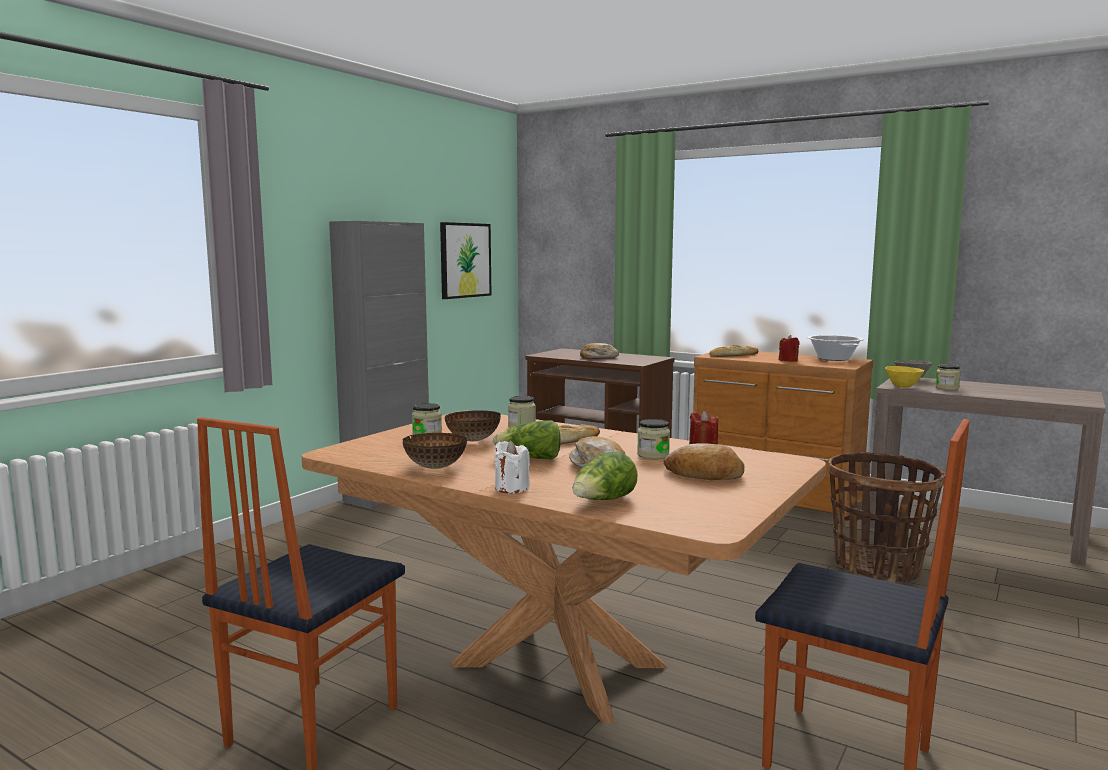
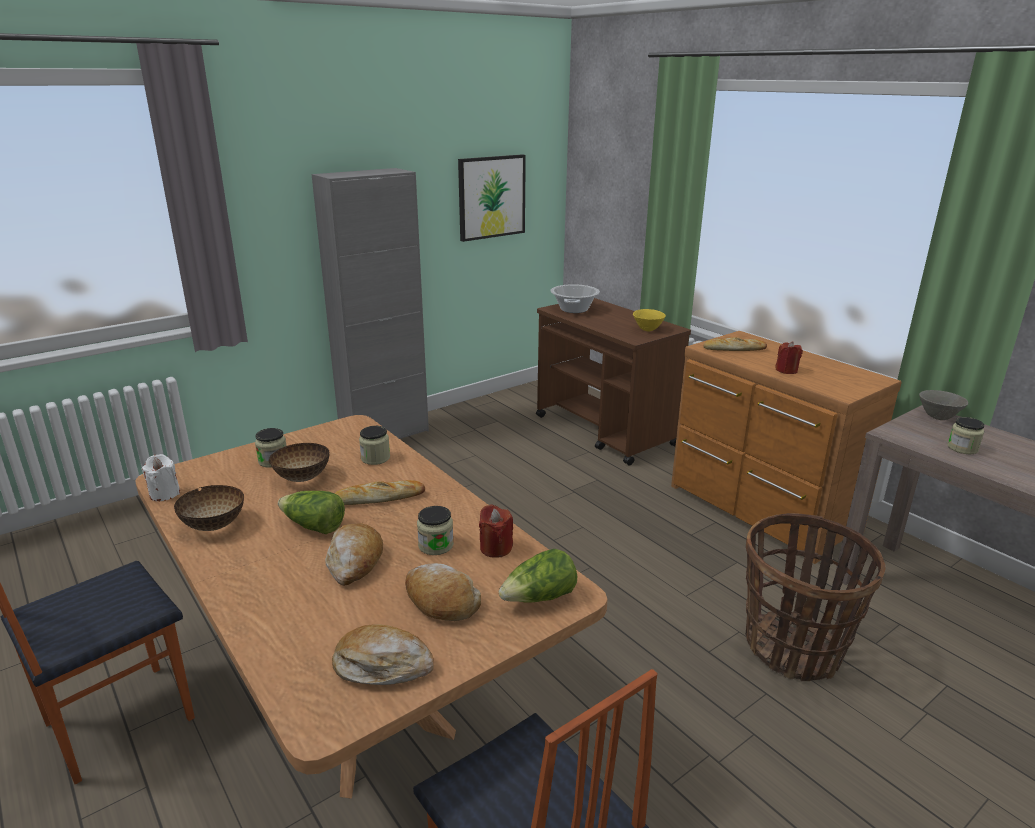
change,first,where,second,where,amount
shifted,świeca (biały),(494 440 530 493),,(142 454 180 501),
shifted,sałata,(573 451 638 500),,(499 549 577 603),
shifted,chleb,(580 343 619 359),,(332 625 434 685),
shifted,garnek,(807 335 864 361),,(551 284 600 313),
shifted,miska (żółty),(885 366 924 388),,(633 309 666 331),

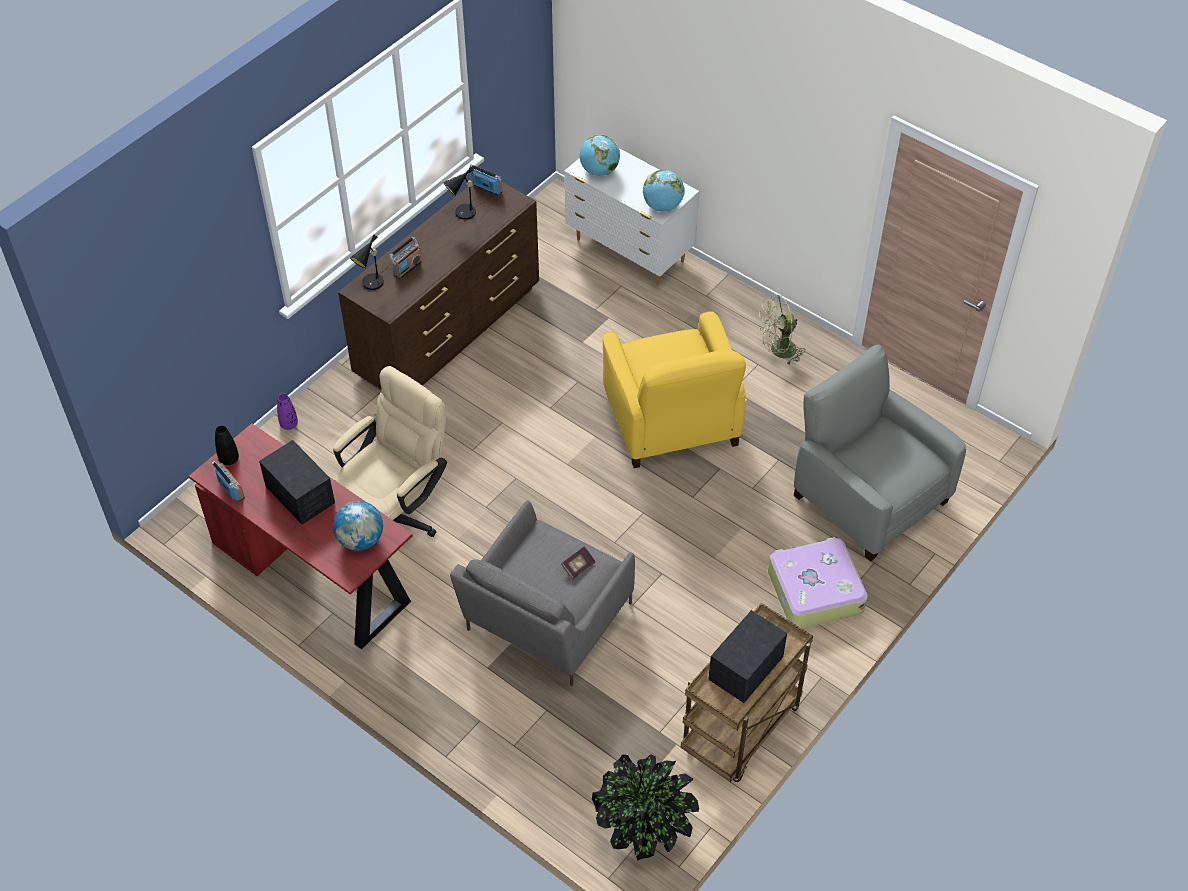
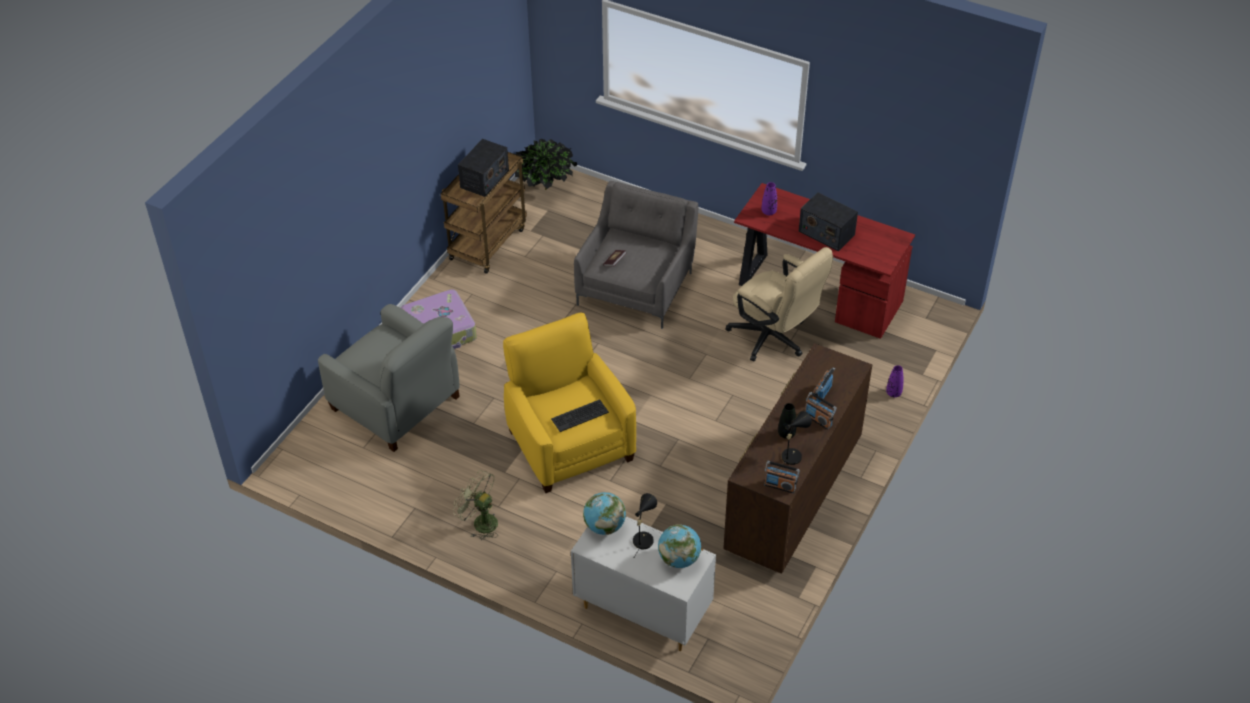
change,first,where,second,where,amount
new,,,klawiatura,(551 399 609 432),
shifted,radio,(212 461 245 502),,(805 392 837 430),
shifted,wazon (czarny),(215 426 239 465),,(778 403 796 439),
shifted,lampa stołowa (czarny),(350 234 387 290),,(633 493 657 557),
swapped,globus,(333 501 383 551),wazon (fioletowy),(762 182 777 215),
rotated,krzesło biurowe (beżowy),(333 366 447 537),,(726 247 833 361),75 degrees counterclockwise
rotated,wentylator (zielony),(759 295 805 366),,(453 470 498 540),120 degrees counterclockwise

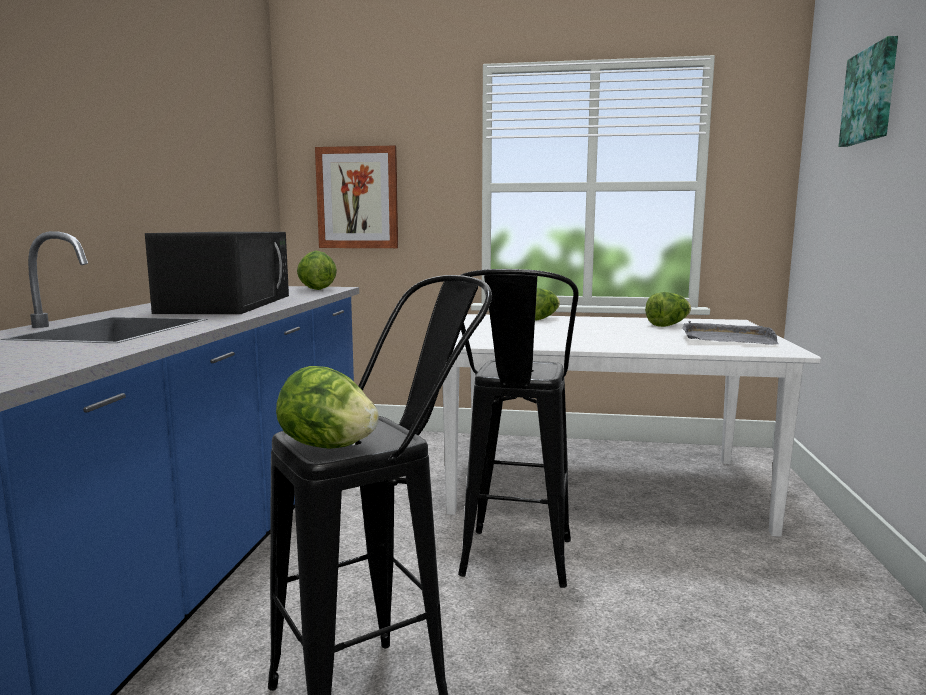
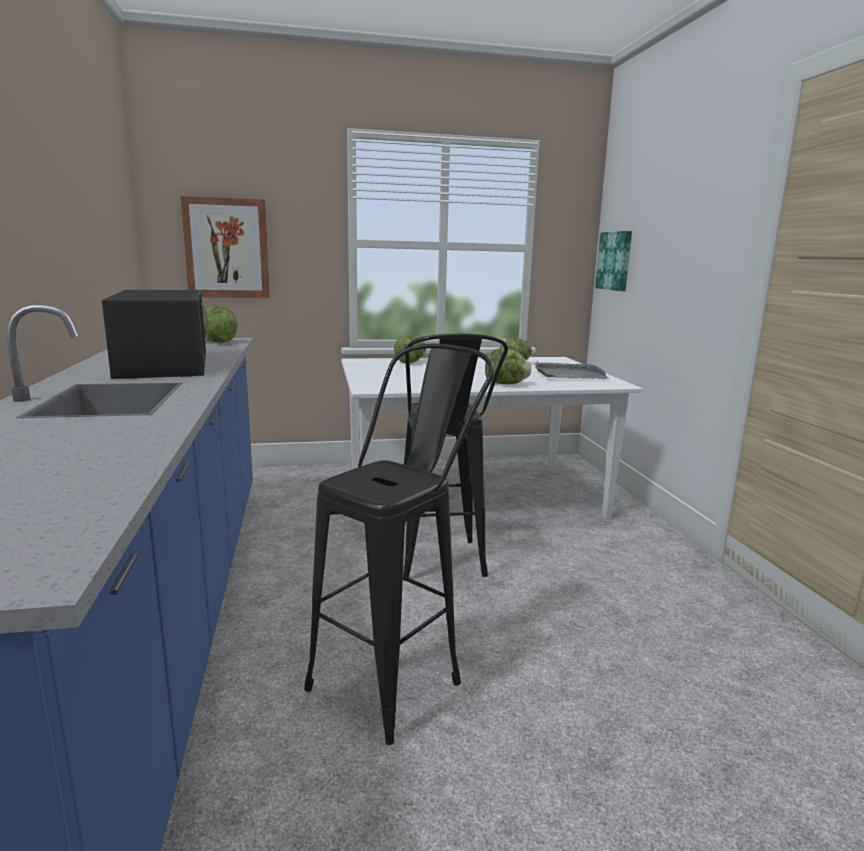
change,first,where,second,where,amount
shifted,sałata,(276 366 379 449),,(485 348 531 384),
shifted,obraz,(838 36 898 147),,(595 231 632 291),

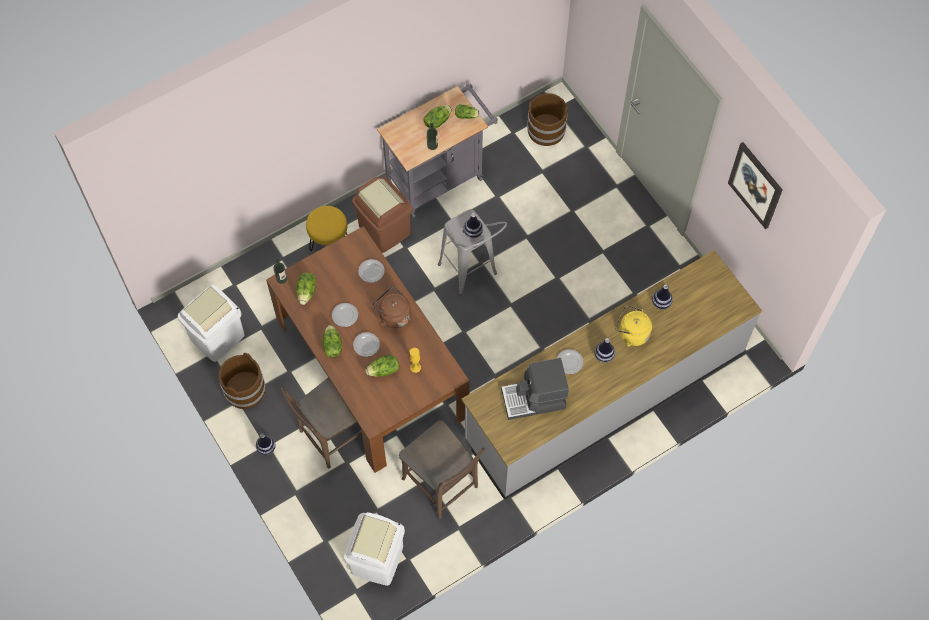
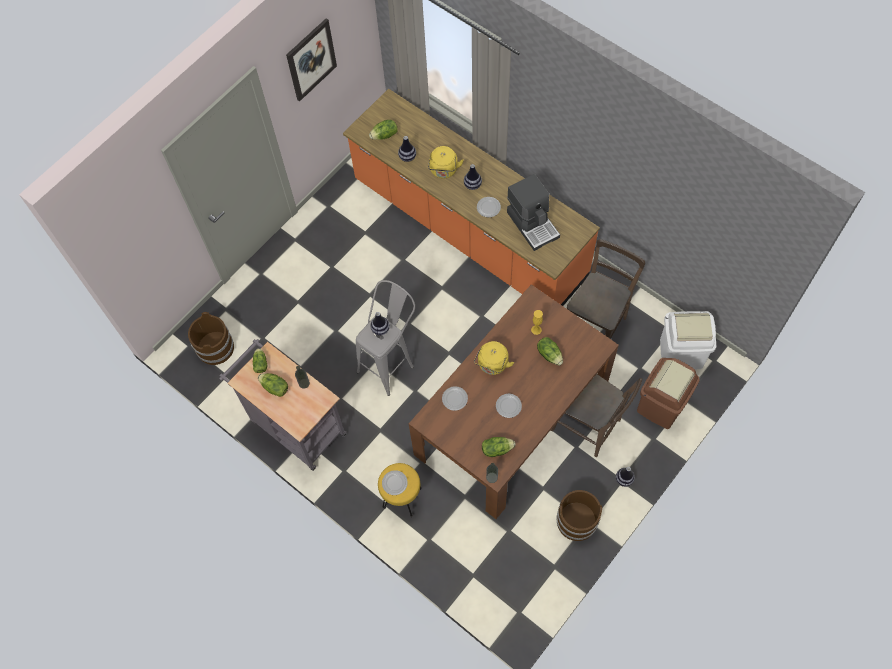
change,first,where,second,where,amount
gone,kosz na śmieci (biały),(178 285 245 362),,,
shifted,sałata,(322 325 342 358),,(369 120 398 140),
shifted,kosz na śmieci (brązowy),(352 177 412 253),,(637 358 700 429),
shifted,talerz,(353 332 380 357),,(382 470 408 495),
repainted,czajnik (brązowy),(373 286 411 328),czajnik (żółty),(474 341 514 375),
repainted,zabudowa kuchenna (szary),(462 250 762 500),zabudowa kuchenna (pomarańczowy),(343 89 600 306),

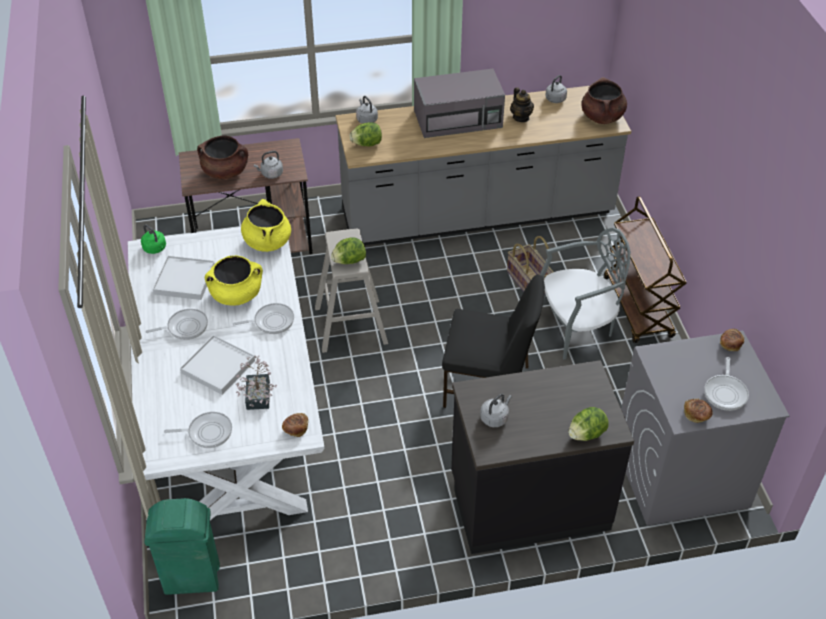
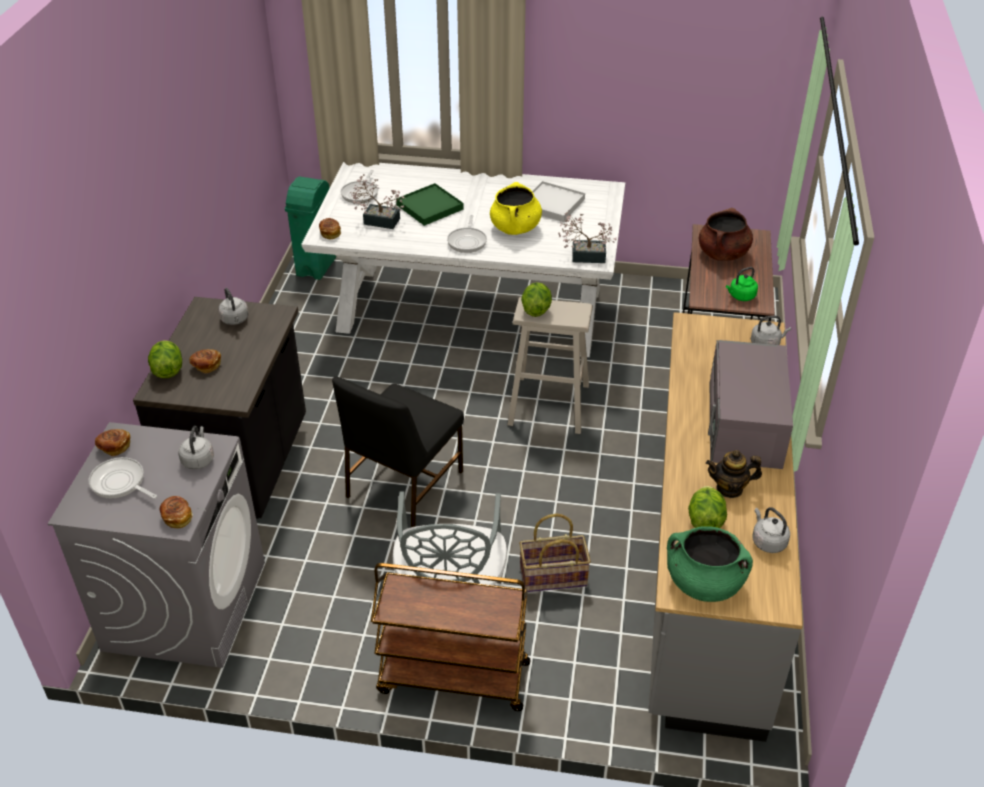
change,first,where,second,where,amount
gone,patelnia,(145 309 208 340),,,
new,,,chleb,(189 349 221 373),
shifted,czajnik (zielony),(141 224 166 254),,(726 267 758 301),
shifted,czajnik (szary),(254 151 283 179),,(178 426 214 469),
shifted,sałata,(349 122 382 147),,(688 486 727 528),
swapped,garnek (żółty),(241 199 291 252),roślina doniczkowa,(558 210 617 263),
repainted,taca (biały),(180 335 255 395),taca (zielony),(396 183 464 226),
repainted,garnek (brązowy),(581 77 627 124),garnek (zielony),(667 526 753 602),

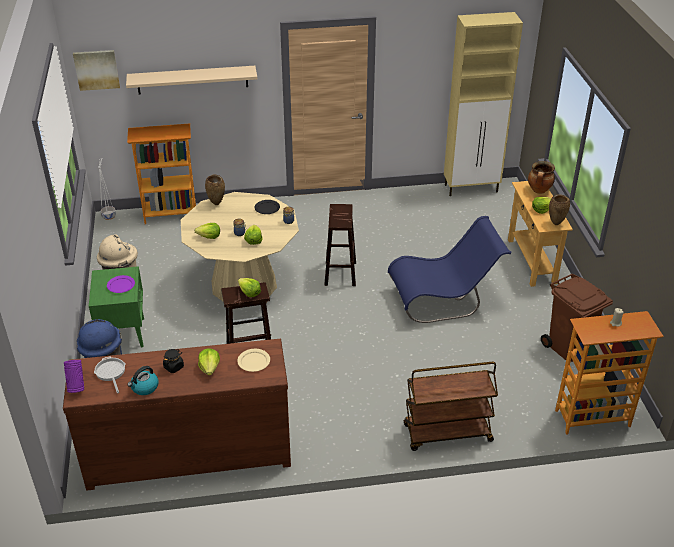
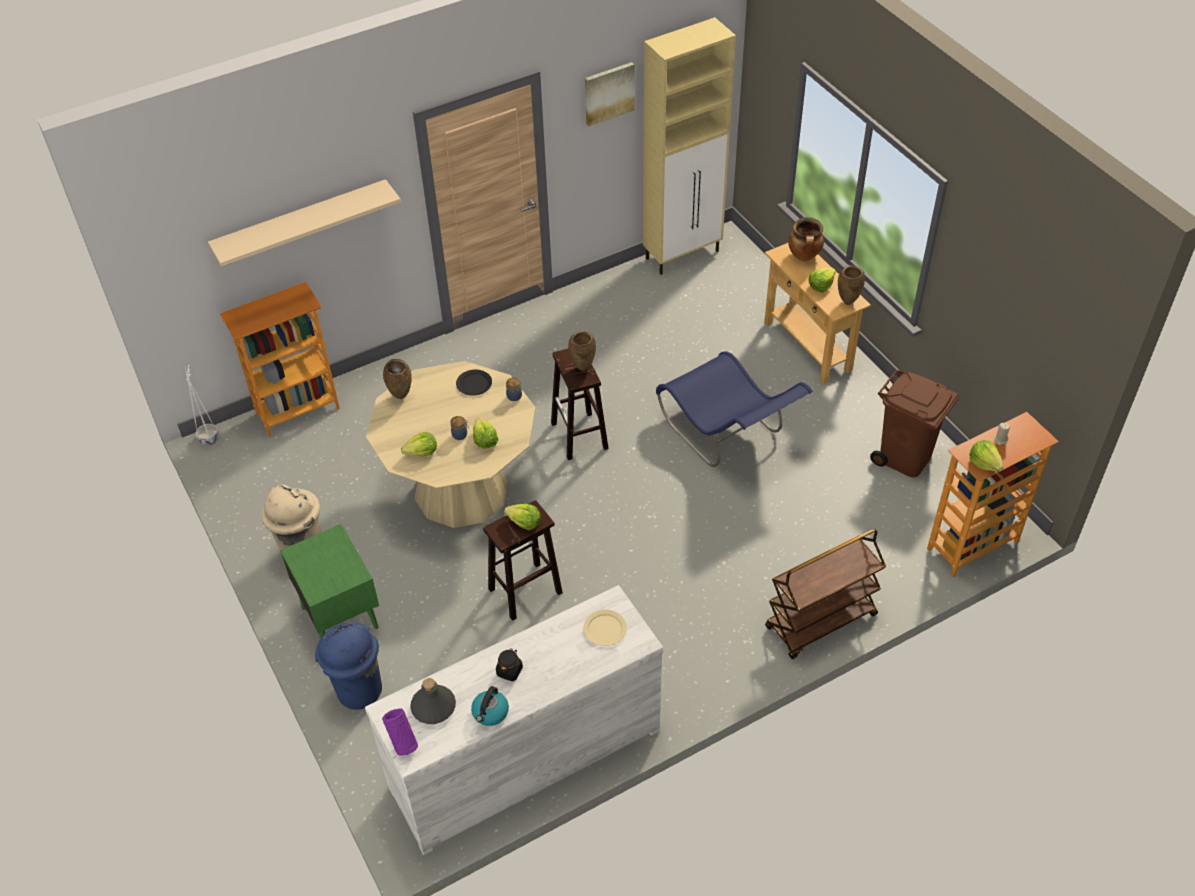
change,first,where,second,where,amount
gone,talerz (fioletowy),(107 275 135 293),,,
new,,,wazon (brązowy),(568 331 596 371),
shifted,obraz,(73 50 120 91),,(585 62 635 127),
shifted,sałata,(198 348 220 376),,(969 440 1003 472),
swapped,patelnia,(94 356 126 393),butelka (szary),(410 678 456 724),
repainted,komoda (brązowy),(63 339 291 491),komoda (biały),(365 585 664 855),
rotated,krzesło (niebieski),(388 216 511 323),,(656 351 813 467),90 degrees clockwise

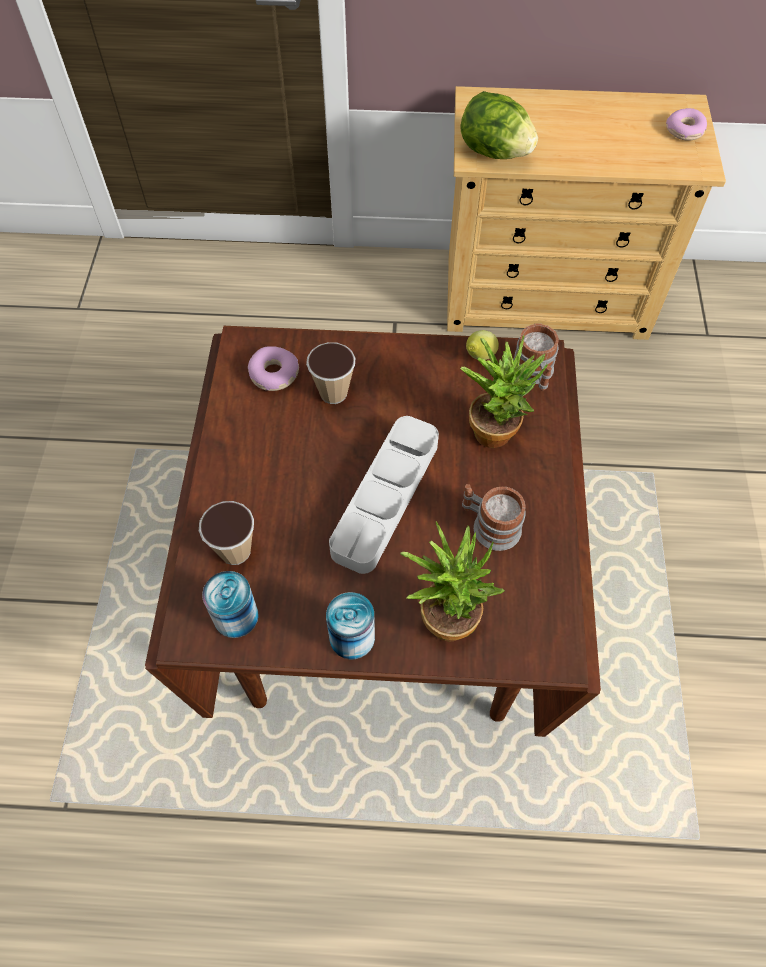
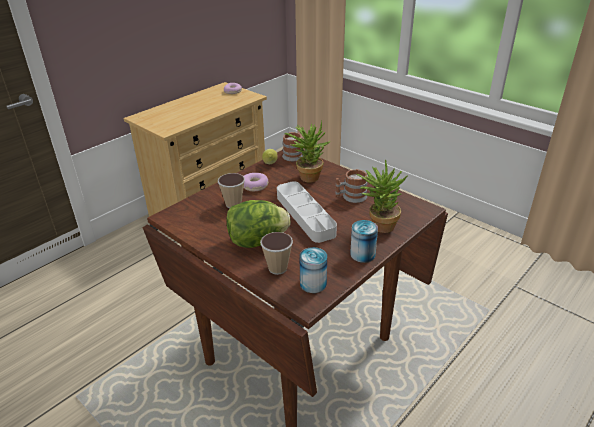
change,first,where,second,where,amount
shifted,donut,(248 346 299 391),,(244 173 269 191),
shifted,sałata,(461 91 538 159),,(226 200 291 248),

